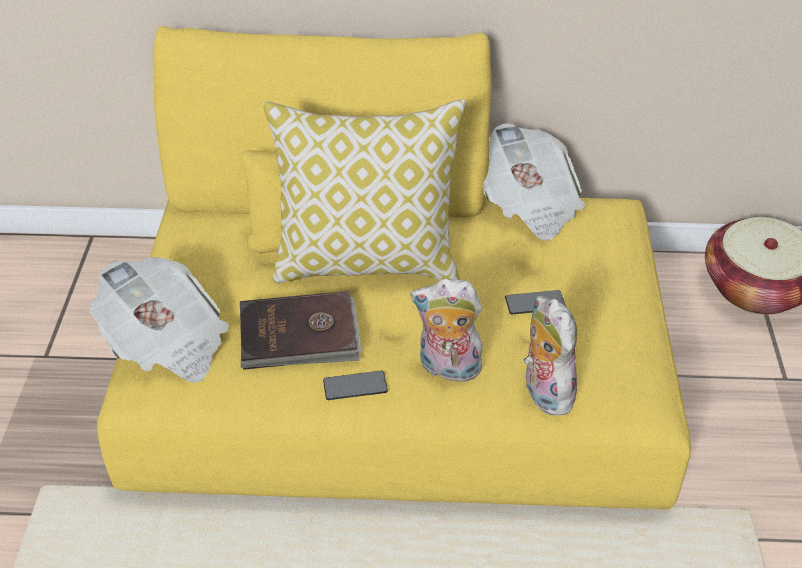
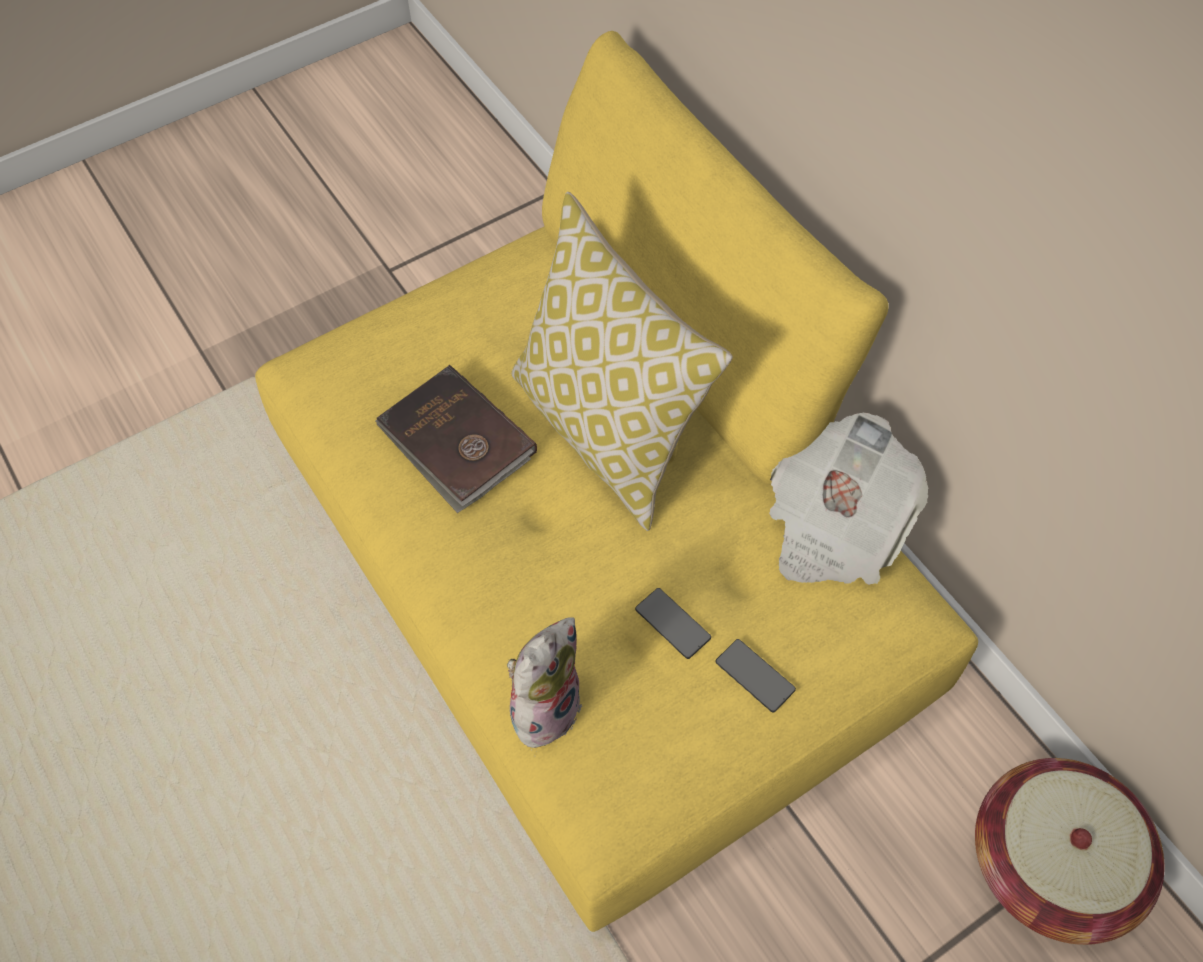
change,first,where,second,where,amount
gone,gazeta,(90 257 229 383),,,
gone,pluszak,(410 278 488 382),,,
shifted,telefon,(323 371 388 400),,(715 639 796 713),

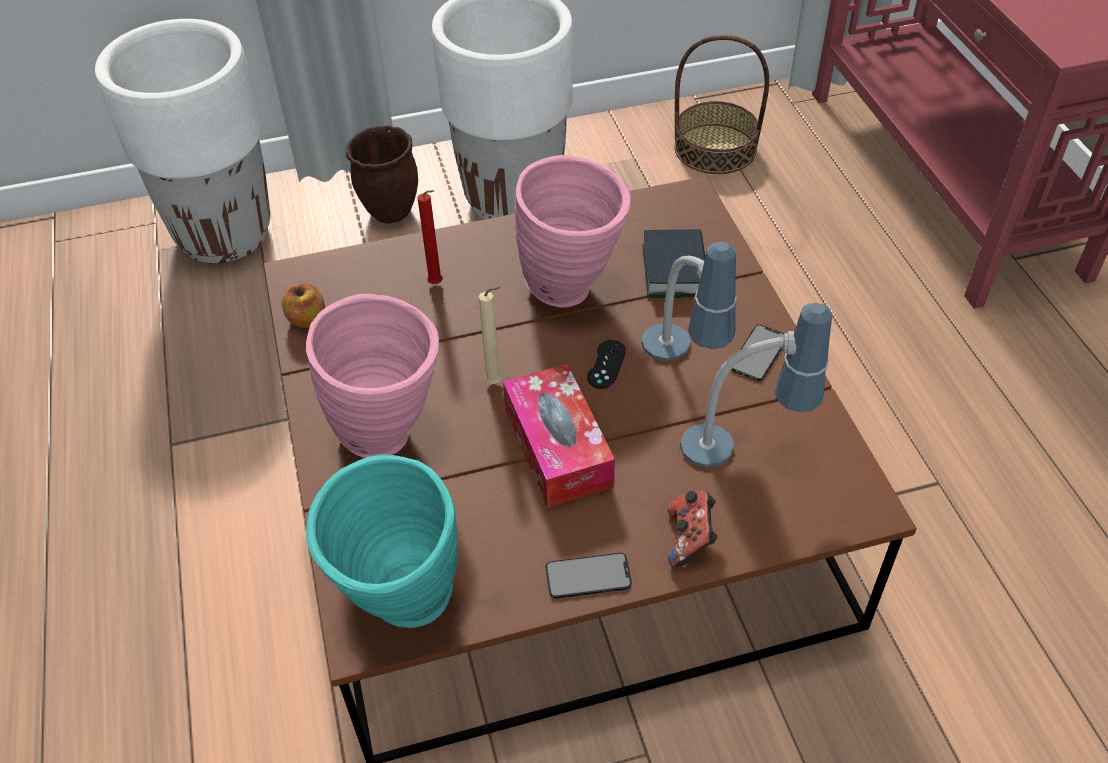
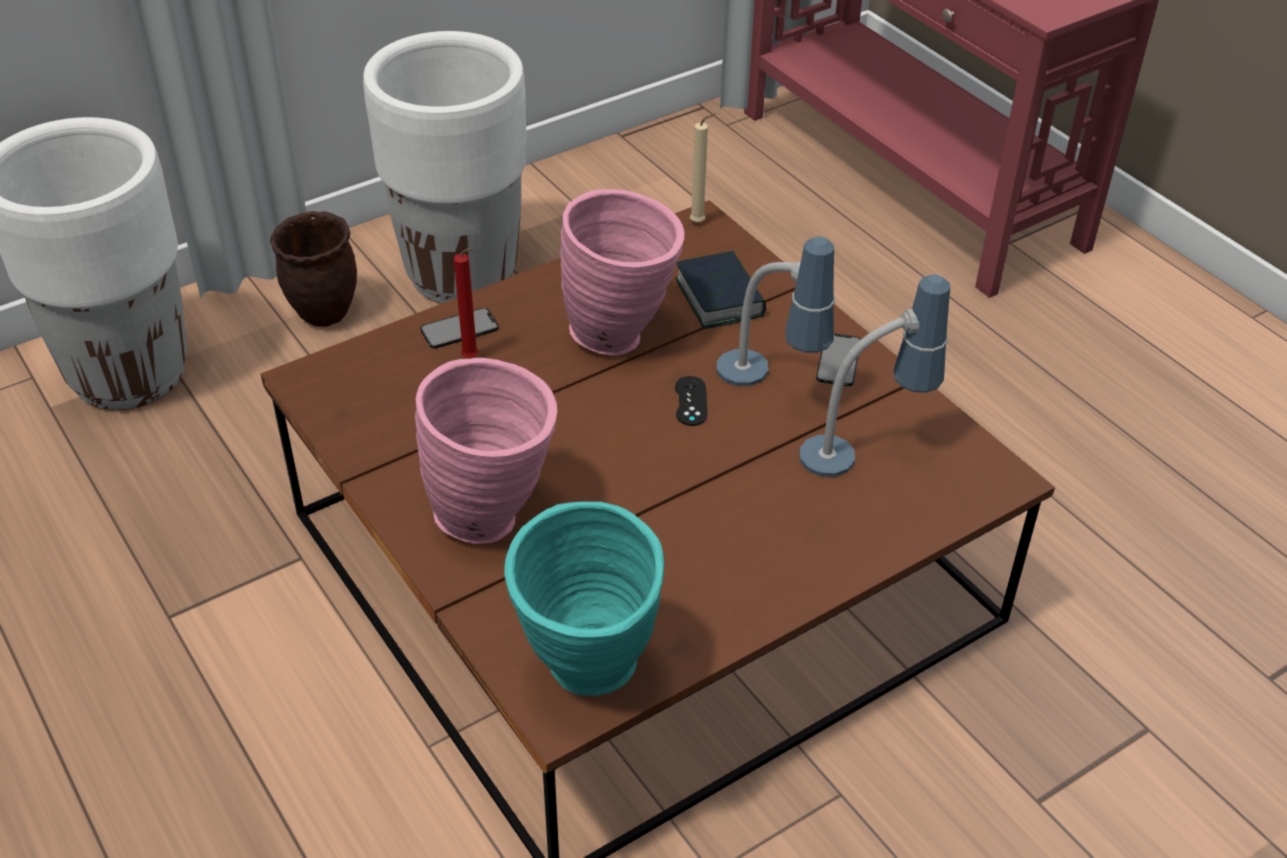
change,first,where,second,where,amount
gone,jabłko,(282 283 325 328),,,
gone,pudełko chusteczek,(503 364 615 508),,,
gone,pad do gier,(668 491 717 567),,,
gone,koszyk,(674 35 769 174),,,
shifted,świeca (beżowy),(479 287 502 384),,(690 113 716 223),
shifted,telefon,(546 553 632 598),,(420 308 499 349),

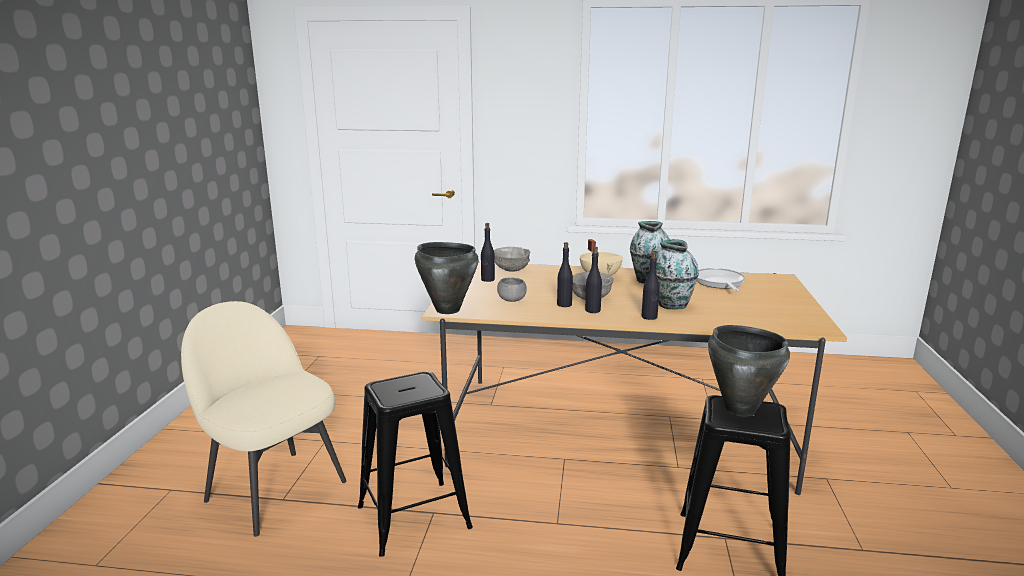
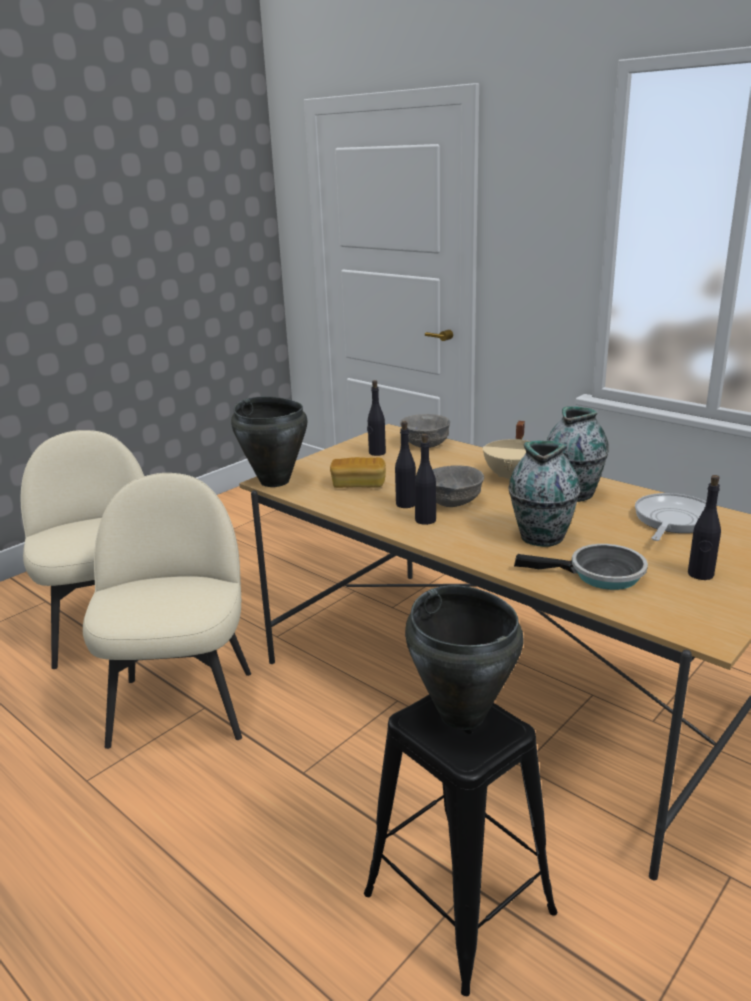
change,first,where,second,where,amount
new,,,patelnia,(514 544 648 590),
shifted,butelka (czarny),(641 252 660 320),,(688 475 721 580),
swapped,stołek (czarny),(358 371 473 557),krzesło (beżowy),(83 473 251 749),
swapped,miska (szary),(497 277 527 302),chleb,(330 457 386 488),

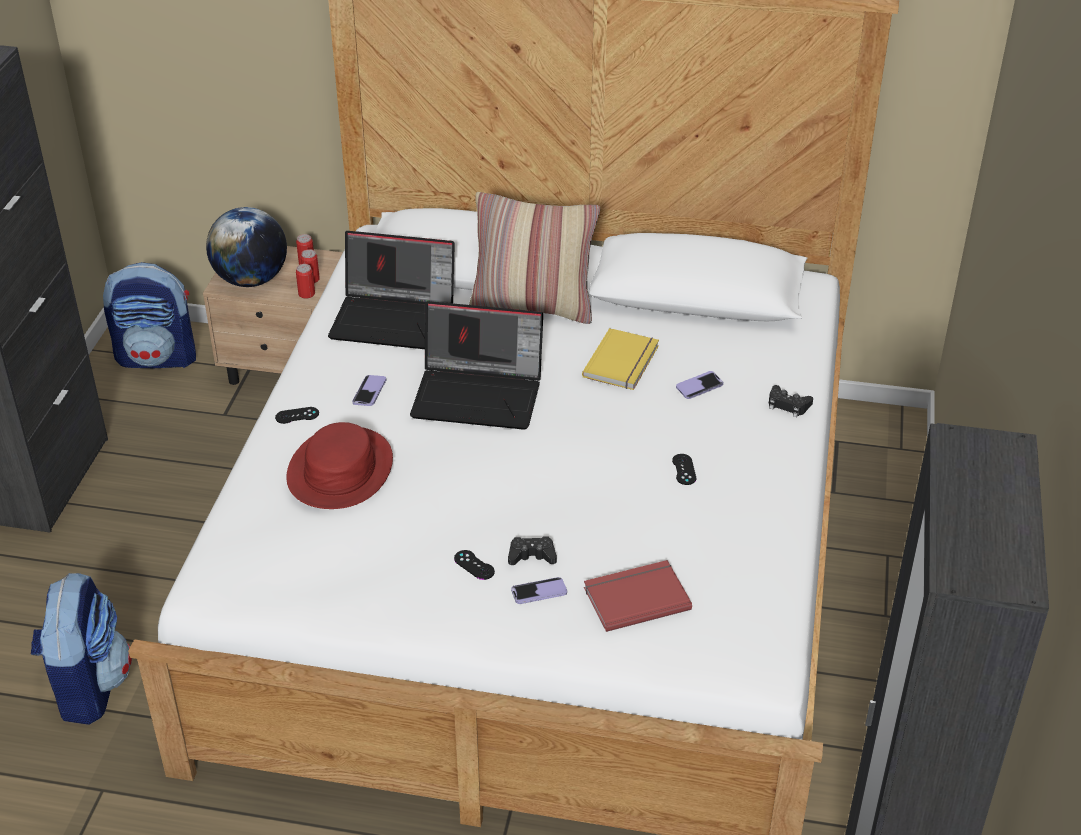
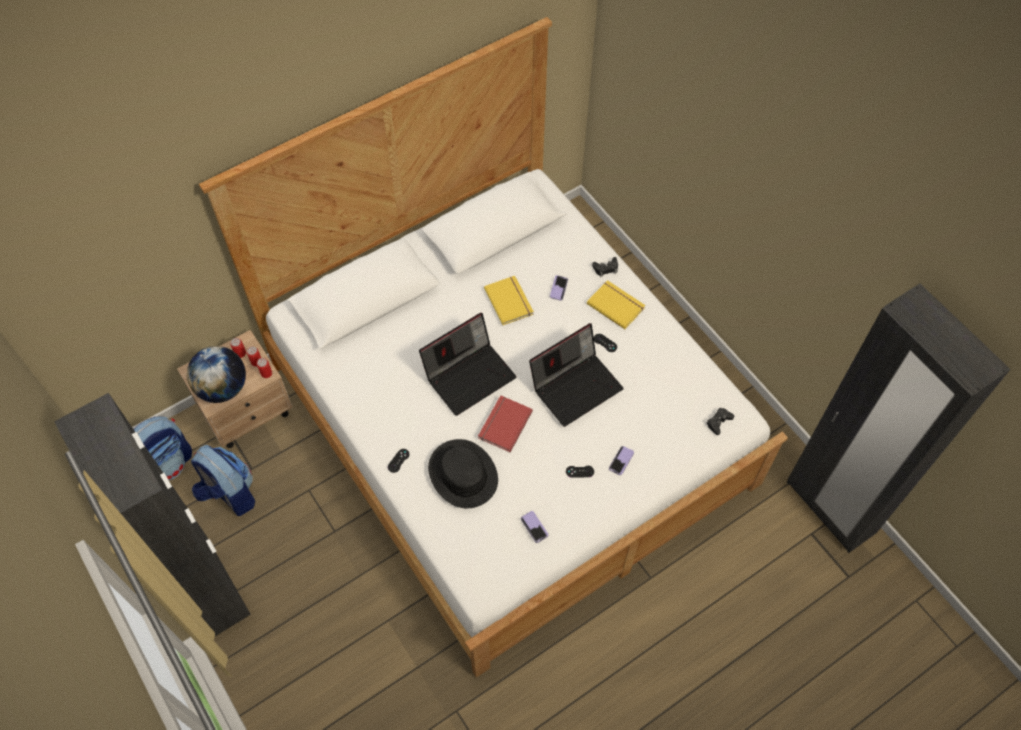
change,first,where,second,where,amount
gone,poduszka,(469 192 600 324),,,
new,,,książka (żółty),(587 280 645 329),
shifted,plecak,(31 573 132 725),,(191 445 255 516),
shifted,laptop,(328 231 455 349),,(529 323 624 427),
shifted,telefon,(352 375 386 406),,(521 511 548 543),
shifted,pad do gier (czarny),(508 536 557 565),,(707 408 735 435),
shifted,książka (czerwony),(584 560 692 632),,(478 395 533 452),
repainted,kapelusz (czerwony),(287 422 393 509),kapelusz (czarny),(428 439 498 508),

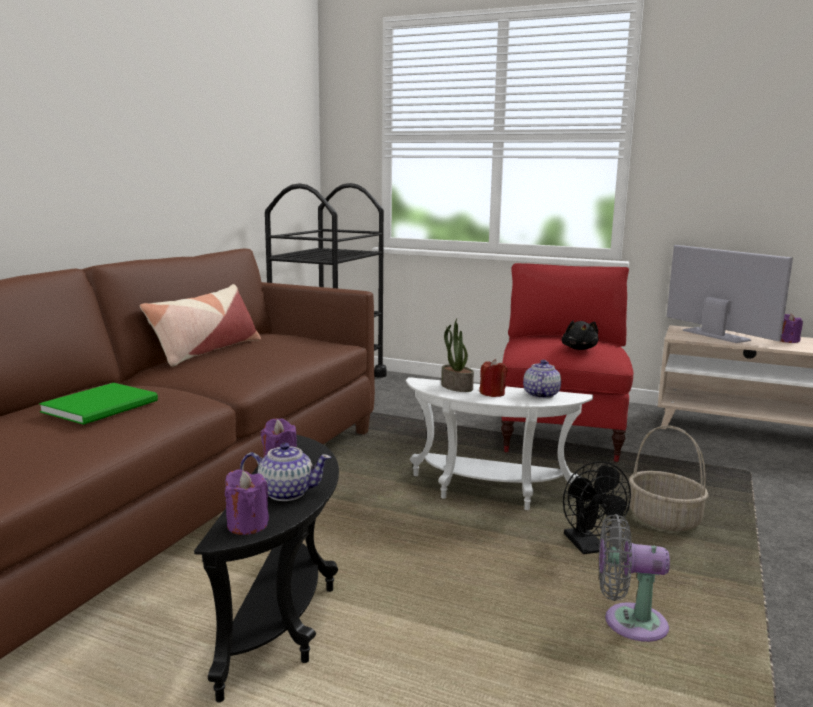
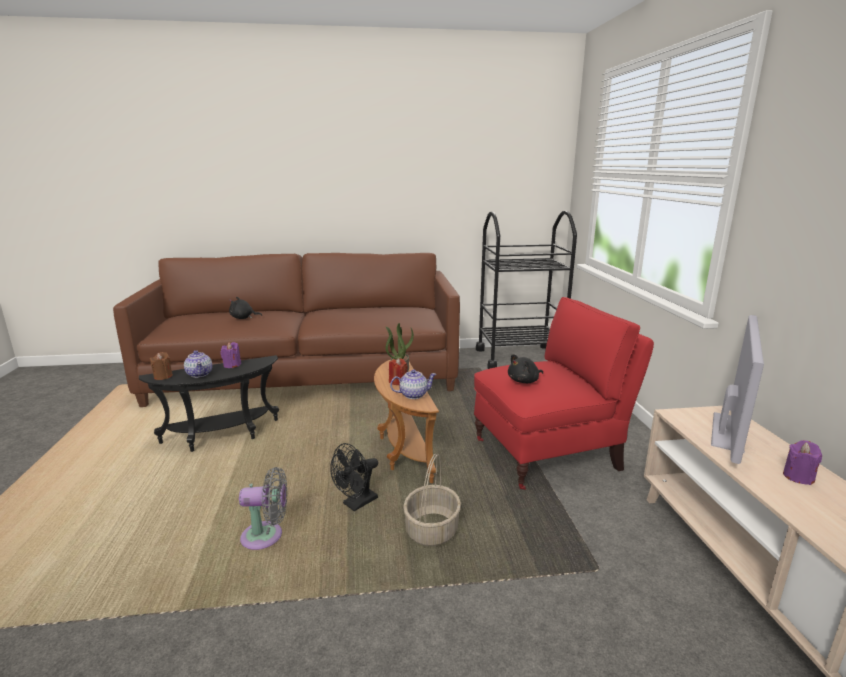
change,first,where,second,where,amount
gone,poduszka,(140 284 261 367),,,
swapped,książka (zielony),(39 383 158 425),pluszak (czarny),(229 297 262 319),
repainted,świeca (fioletowy),(225 469 269 535),świeca (brązowy),(150 352 173 380),
repainted,stolik (biały),(406 377 593 510),stolik (brązowy),(374 360 439 483),
rotated,wentylator (szary),(599 514 670 642),,(239 467 287 550),105 degrees clockwise

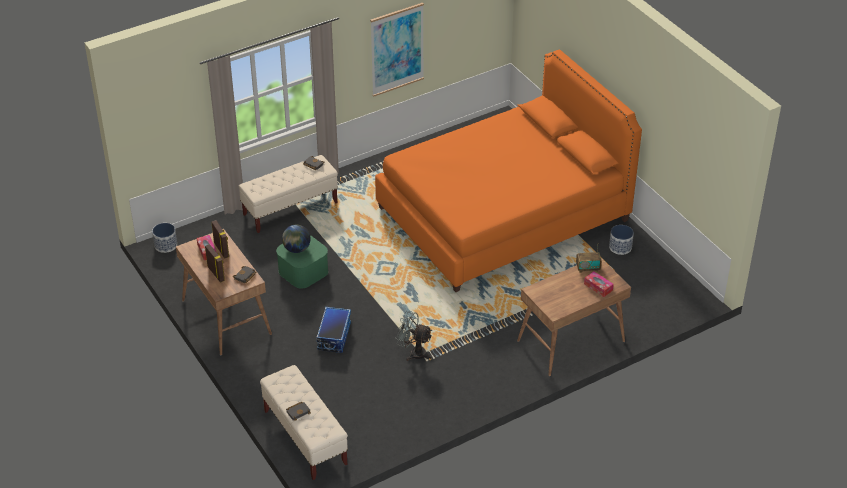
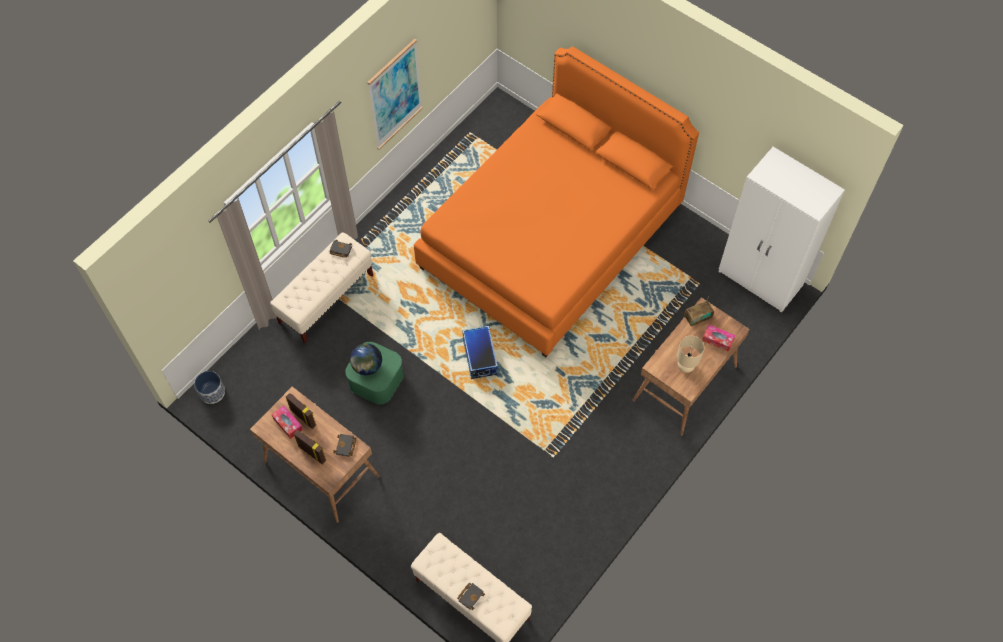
change,first,where,second,where,amount
gone,wentylator (szary),(397 311 432 361),,,
gone,donica,(609 225 634 255),,,
new,,,lampa stołowa (beżowy),(677 336 704 373),
new,,,szafa (biały),(719 147 845 313),
shifted,pojemnik do przechowywania,(316 307 351 353),,(462 326 498 379),

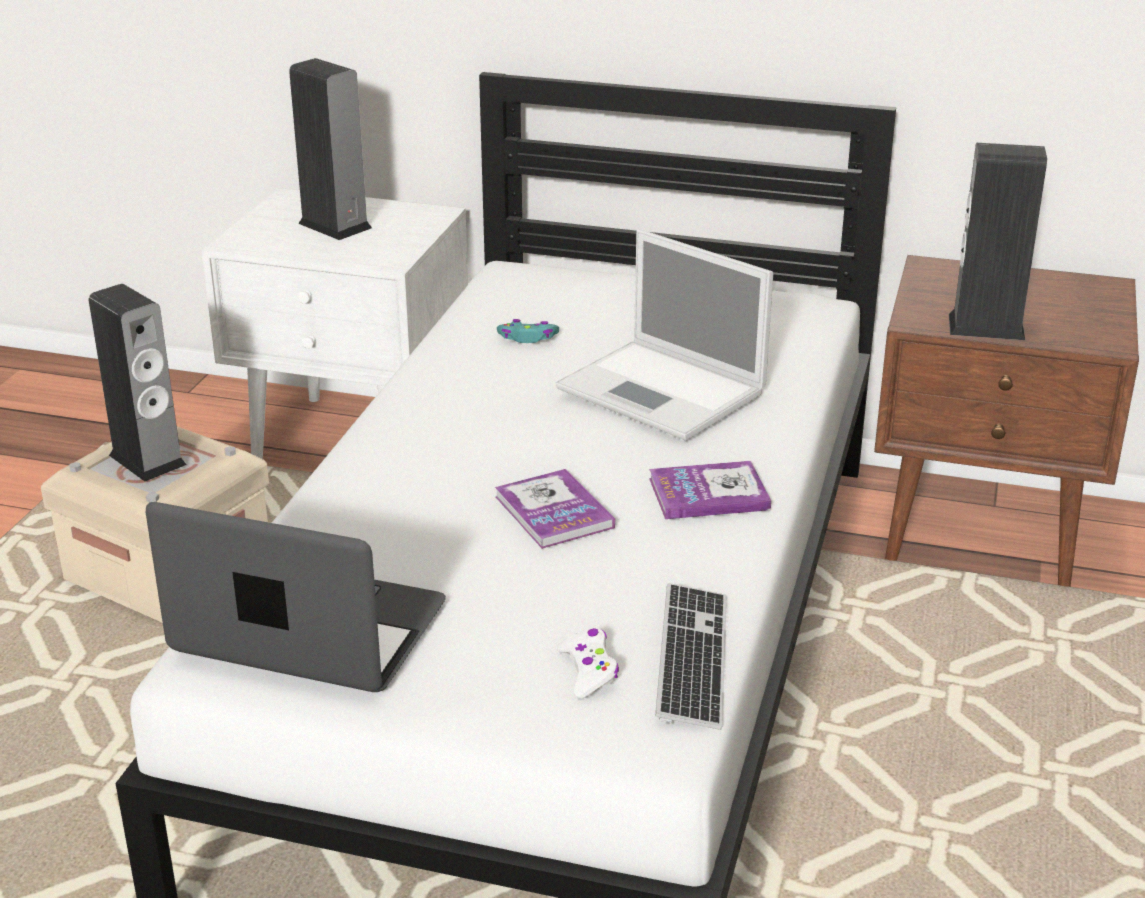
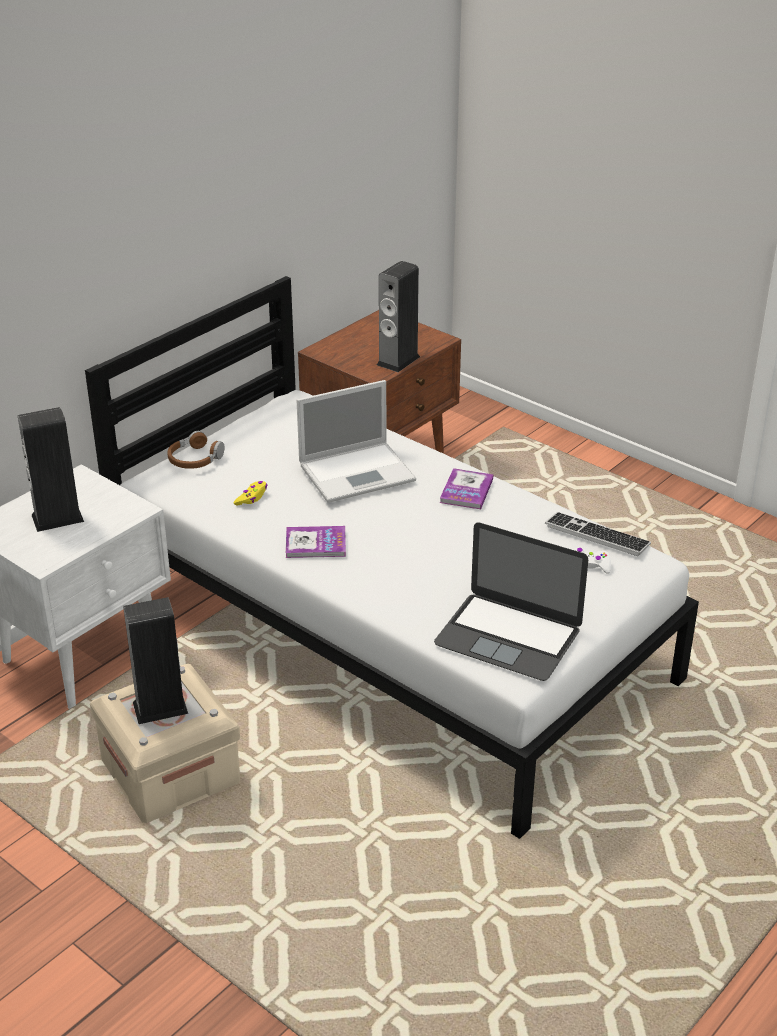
change,first,where,second,where,amount
new,,,słuchawki (brązowy),(167 431 225 469),
shifted,książka,(495 469 615 549),,(286 526 346 558),
repainted,pad do gier (turkusowy),(497 319 559 343),pad do gier (żółty),(233 481 267 506),
rotated,laptop,(146 502 446 692),,(434 522 588 681),105 degrees counterclockwise

